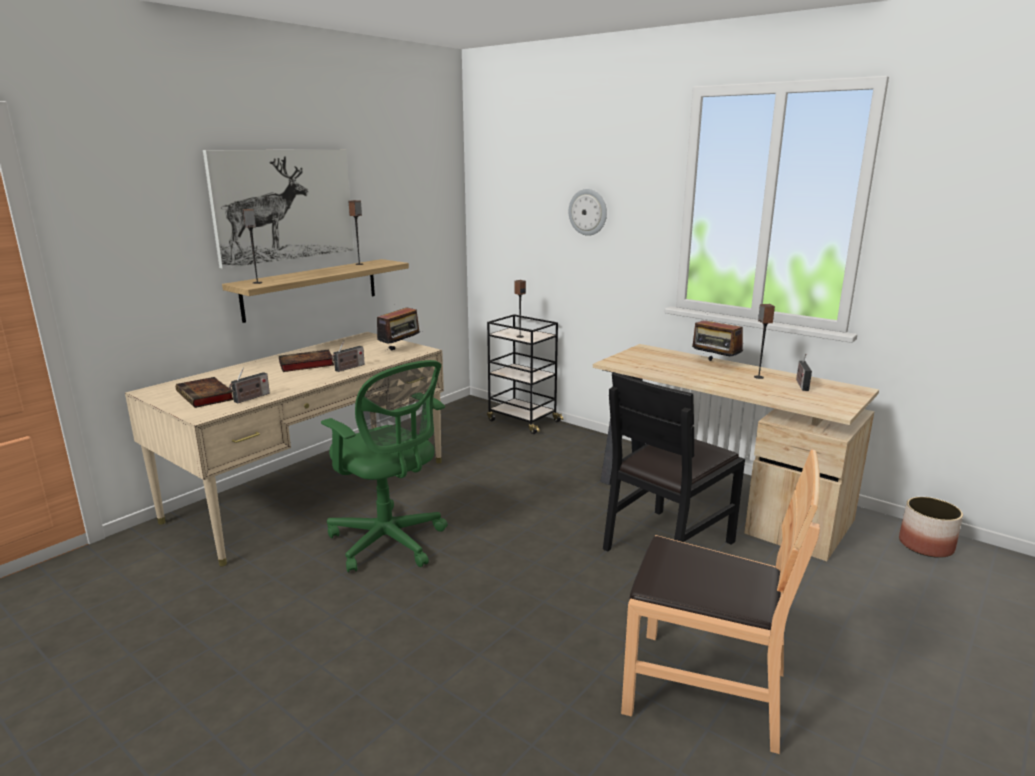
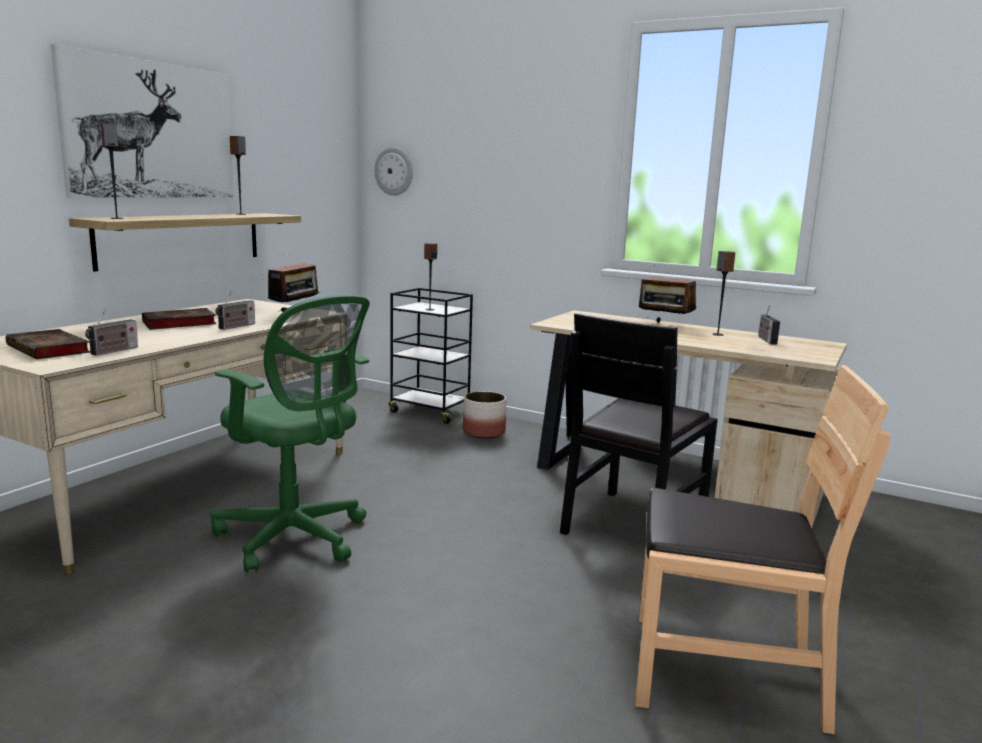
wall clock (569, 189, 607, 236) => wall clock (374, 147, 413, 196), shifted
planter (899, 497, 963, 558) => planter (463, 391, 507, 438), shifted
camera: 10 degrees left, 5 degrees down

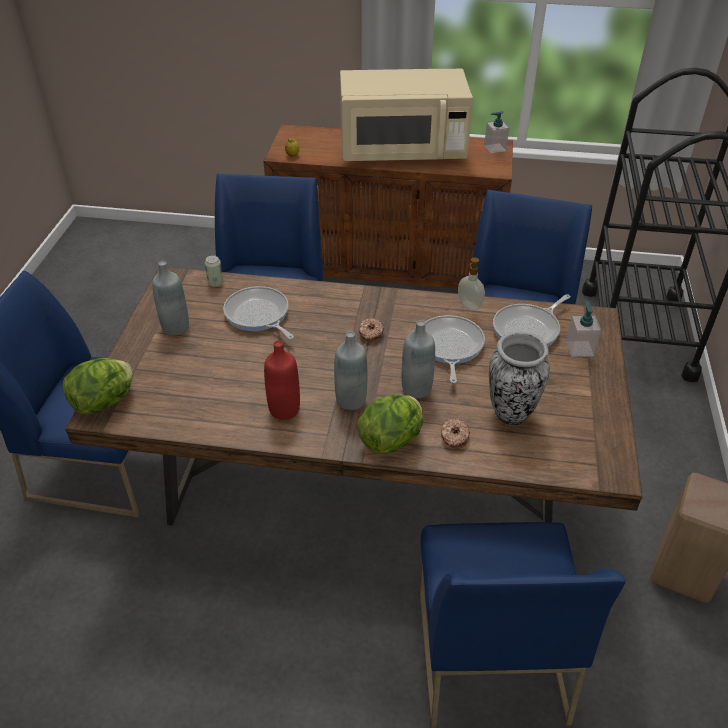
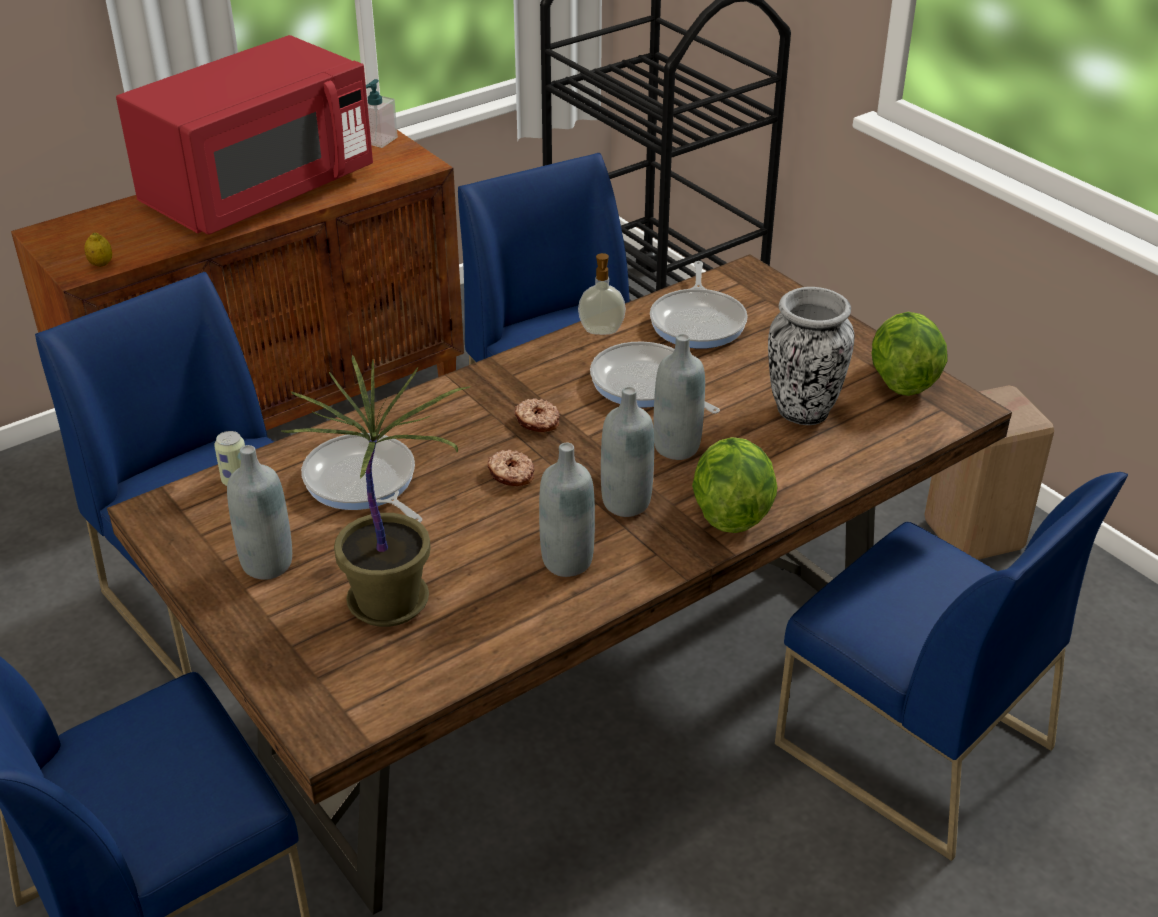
beige-coloured microwave (340, 69, 473, 161) => red-coloured microwave (116, 35, 373, 234)
pan (223, 286, 294, 339) => pan (301, 433, 422, 522), 45 degrees clockwise
soap dispenser (566, 301, 601, 357) => nothing
red-coloured beverage bottle (264, 341, 300, 420) => greyish beverage bottle (539, 443, 595, 577)
lettuce head (63, 358, 133, 415) => lettuce head (872, 312, 948, 396), shifted
doughnut (441, 419, 470, 449) => doughnut (487, 450, 534, 487), shifted
nothing => plant in a pot (281, 355, 471, 627)
camera: 45 degrees left, 5 degrees down

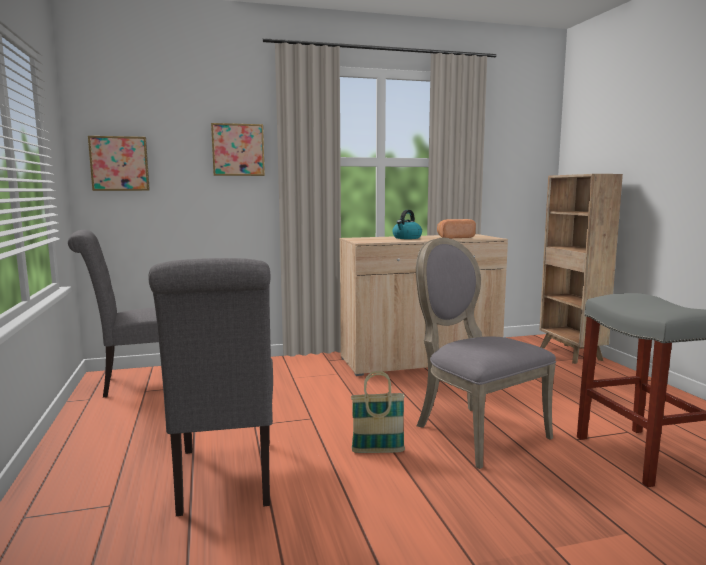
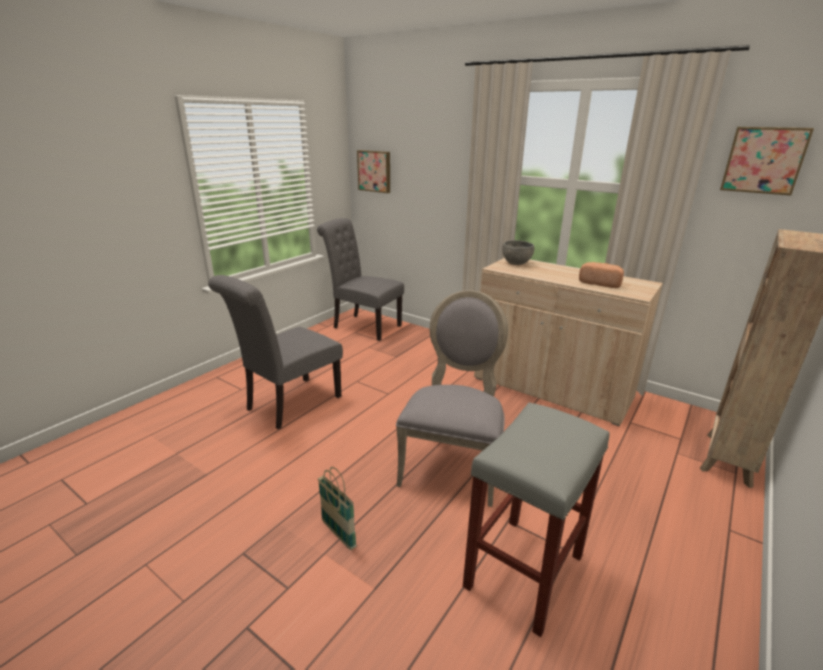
wall picture (211, 123, 265, 176) => wall picture (720, 127, 814, 196), shifted
tea kettle (392, 210, 422, 239) => nothing
storage basket (351, 371, 405, 453) => storage basket (318, 467, 357, 550), shifted
nothing => greyish bowl (502, 240, 534, 265)
camera: 50 degrees right, 15 degrees up

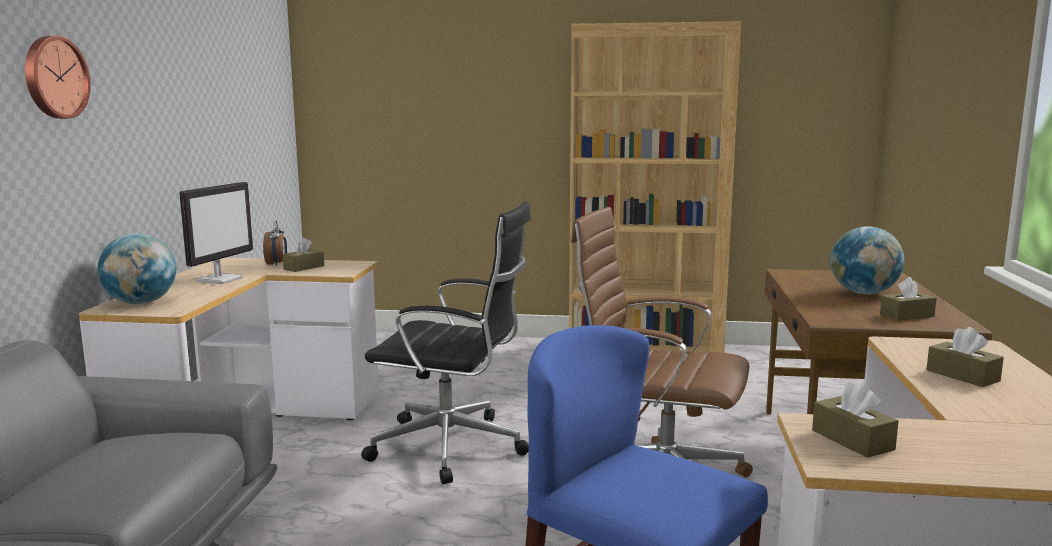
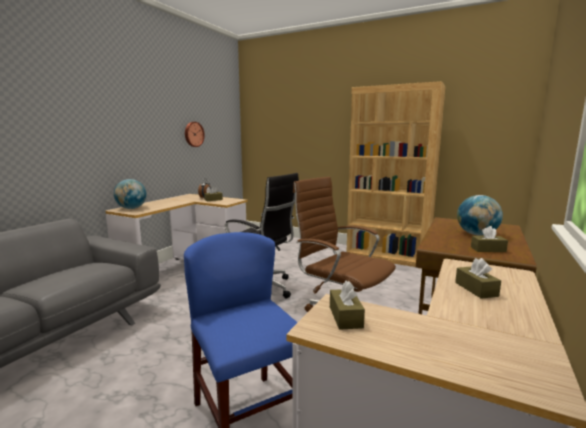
wall clock (25, 36, 91, 119) => wall clock (185, 122, 205, 147), shifted
computer screen (179, 182, 253, 284) => nothing
camera: 20 degrees right, 0 degrees up

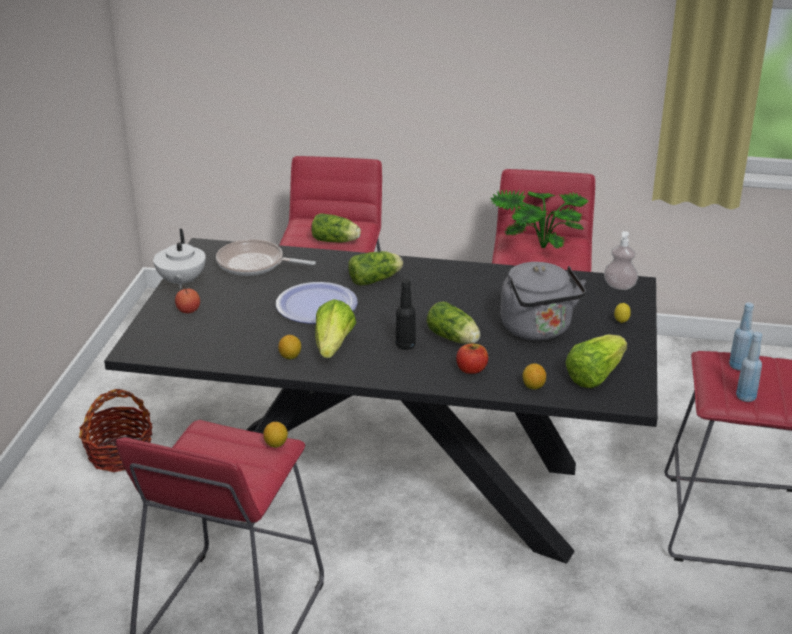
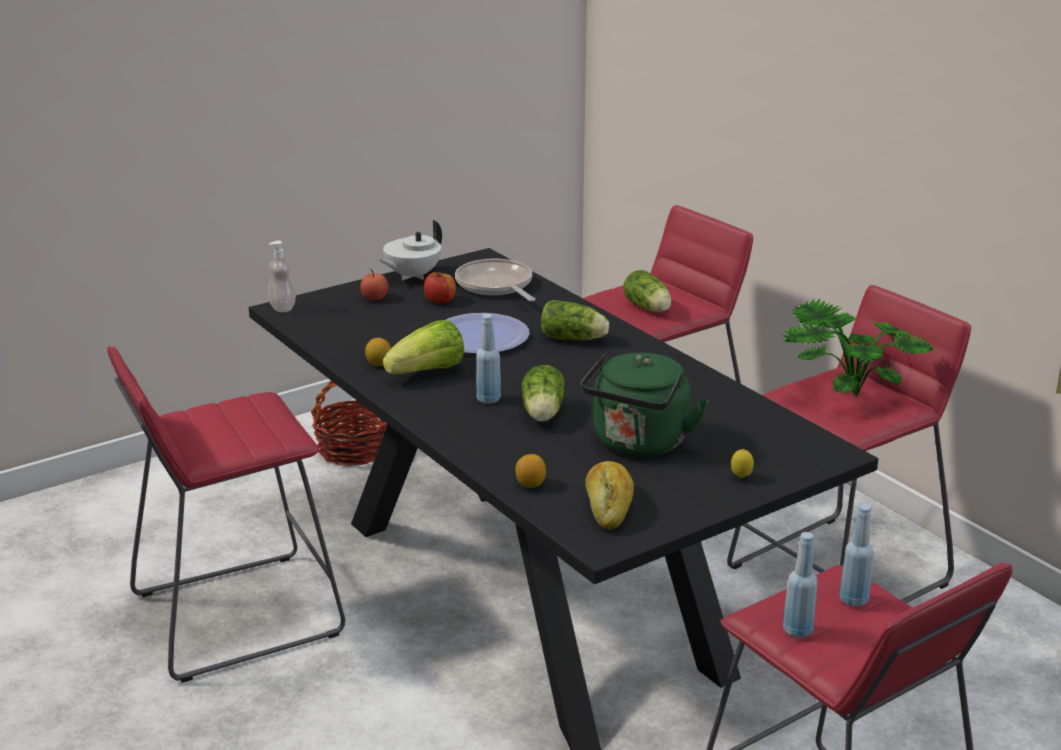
soap dispenser (604, 231, 638, 290) => soap dispenser (268, 241, 296, 312), shifted
greyish tea kettle (500, 262, 586, 341) => greenish tea kettle (581, 353, 709, 456)
black beverage bottle (396, 279, 416, 350) => blue-coloured beverage bottle (476, 314, 501, 404)
lettuce head (565, 335, 627, 388) => bread (585, 461, 634, 530)
whole apple (456, 344, 488, 374) => whole apple (424, 272, 456, 304), shifted
citrus fruit (263, 422, 288, 448) => nothing
camera: 45 degrees right, 5 degrees down

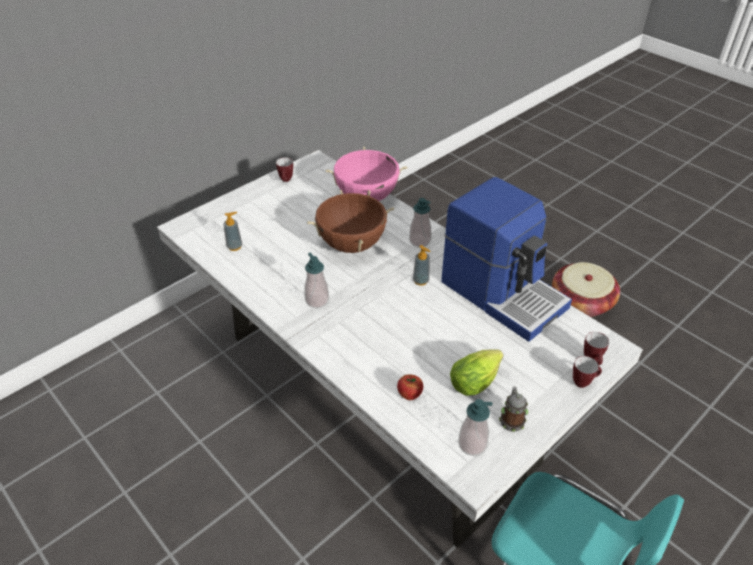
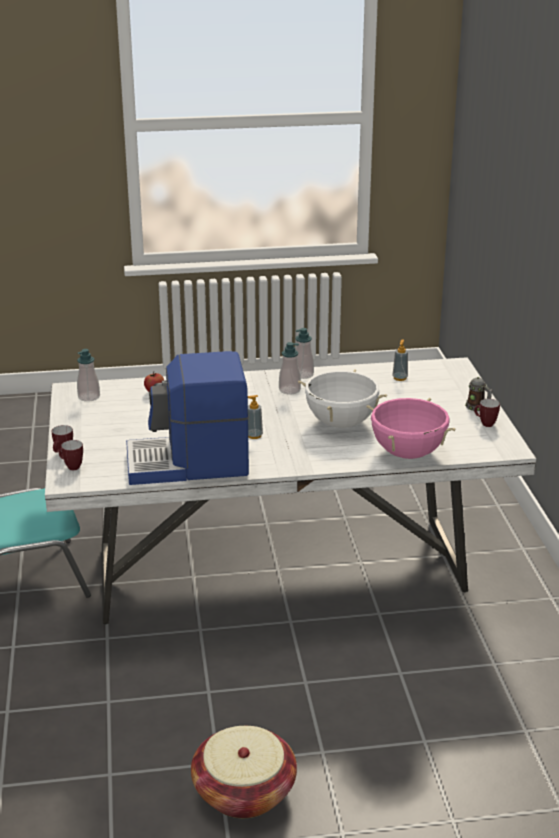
brown stockpot (307, 190, 394, 253) => white-coloured stockpot (298, 369, 387, 428)
soap dispenser (409, 198, 431, 247) => soap dispenser (295, 328, 314, 379), shifted
lettuce head (450, 349, 503, 396) => nothing
tea mug (499, 387, 528, 432) => tea mug (465, 377, 493, 411), shifted
camera: 125 degrees right, 15 degrees down

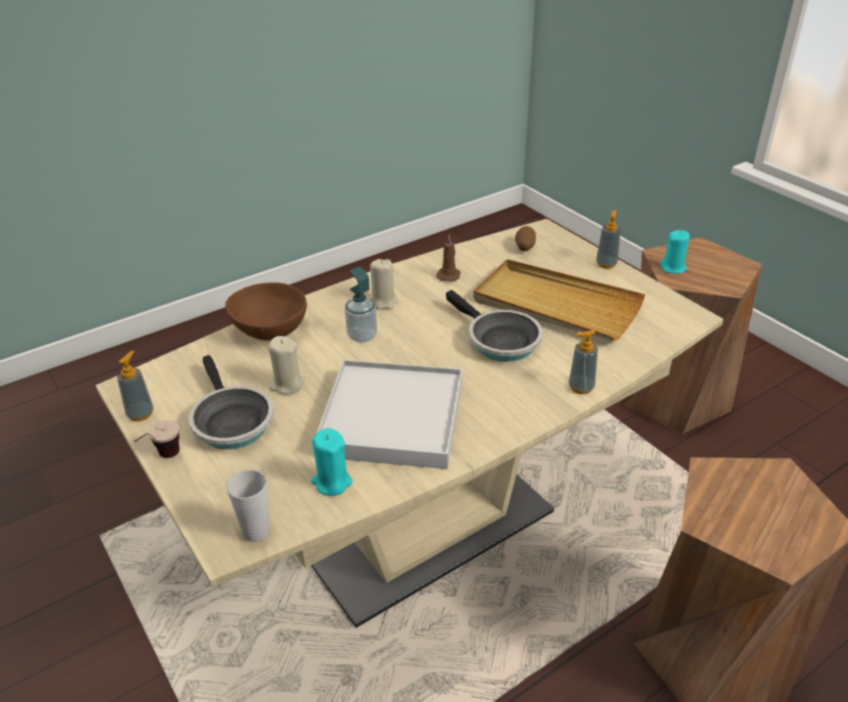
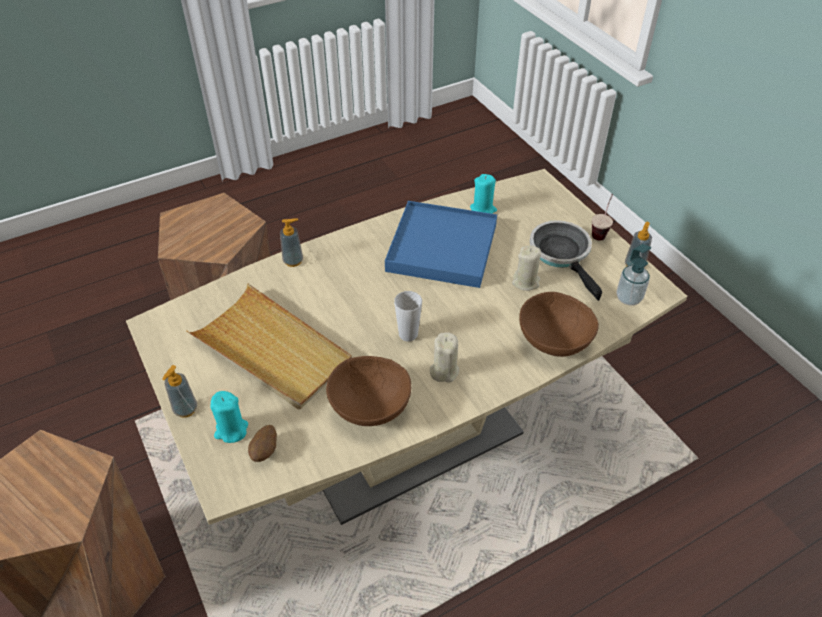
turquoise-coloured candle (660, 230, 690, 274) => turquoise-coloured candle (210, 391, 248, 443), shifted
brown candle (436, 235, 461, 282) => brown bowl (326, 356, 411, 426)
soap dispenser (345, 267, 377, 343) => soap dispenser (616, 244, 651, 306), shifted
pan (446, 290, 543, 362) => nothing
white-coloured serving tray (316, 360, 462, 469) => blue-coloured serving tray (385, 201, 497, 288)
drinking cup (226, 469, 270, 542) => drinking cup (394, 291, 422, 341), shifted
camera: 175 degrees left, 10 degrees up

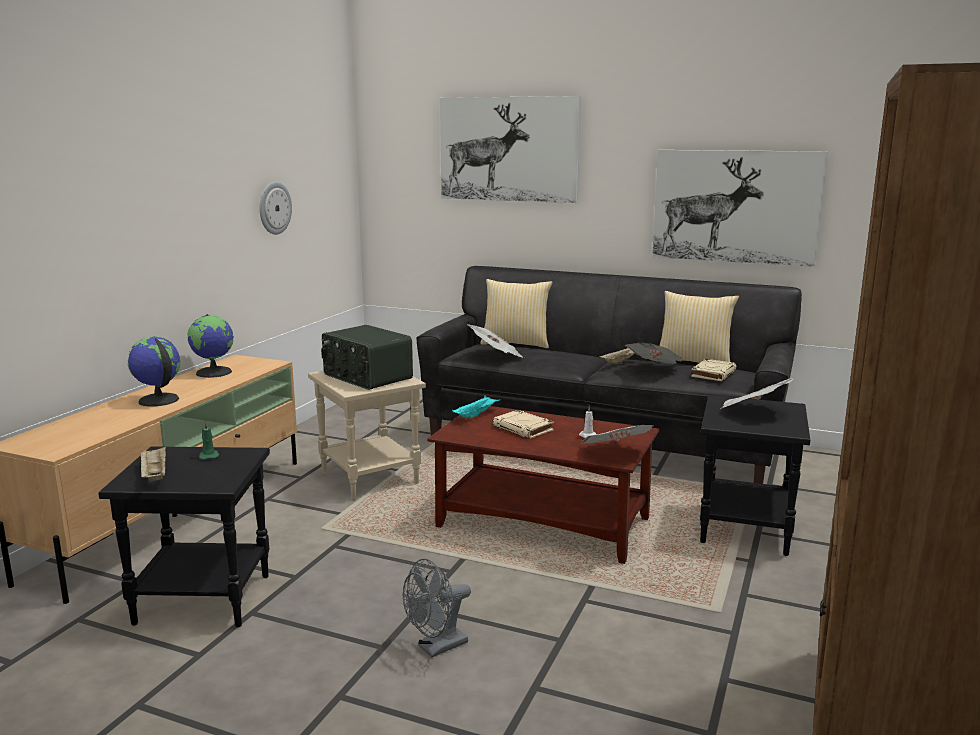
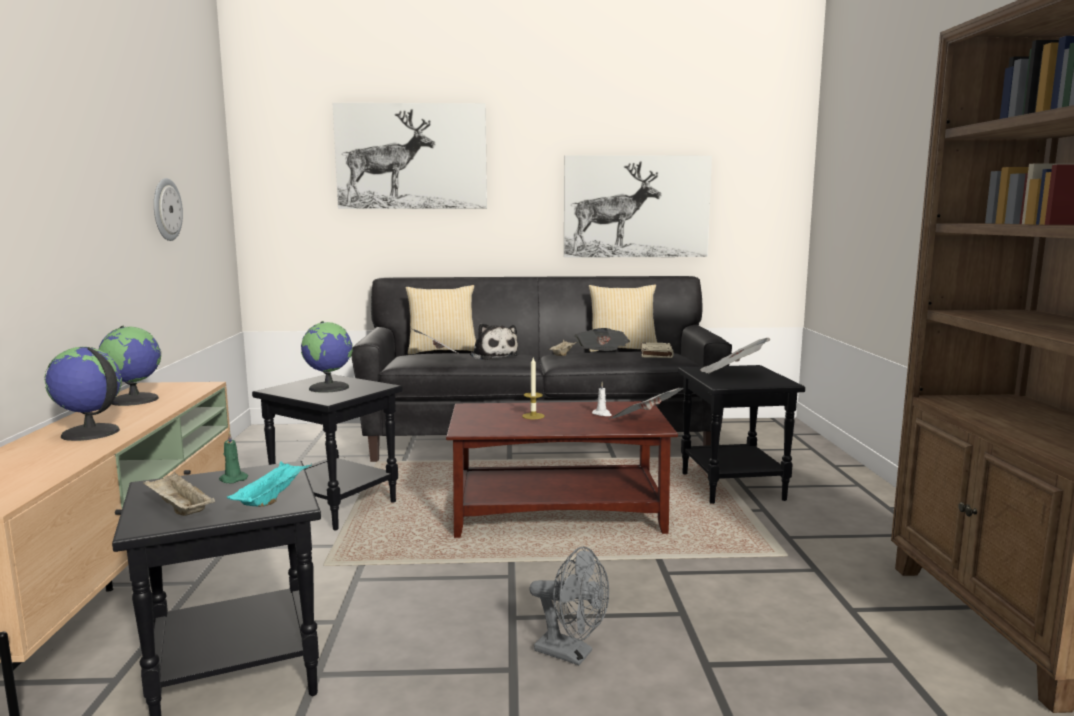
radio (321, 325, 413, 390) => world globe (301, 321, 353, 393)
beige-coloured accent table (308, 371, 426, 500) => black accent table (252, 374, 403, 530)
turquoise-coloured serving tray (452, 395, 499, 419) => turquoise-coloured serving tray (227, 461, 312, 507), shifted
beige-coloured bound book (492, 410, 554, 439) => candle (522, 358, 545, 419)
greyish fan (403, 558, 471, 658) => greyish fan (529, 546, 609, 665), 90 degrees counterclockwise
nothing => soft toy (470, 323, 519, 360)
camera: 25 degrees left, 5 degrees down

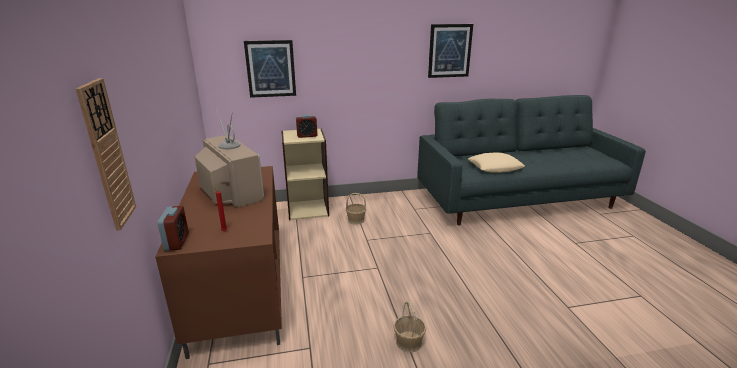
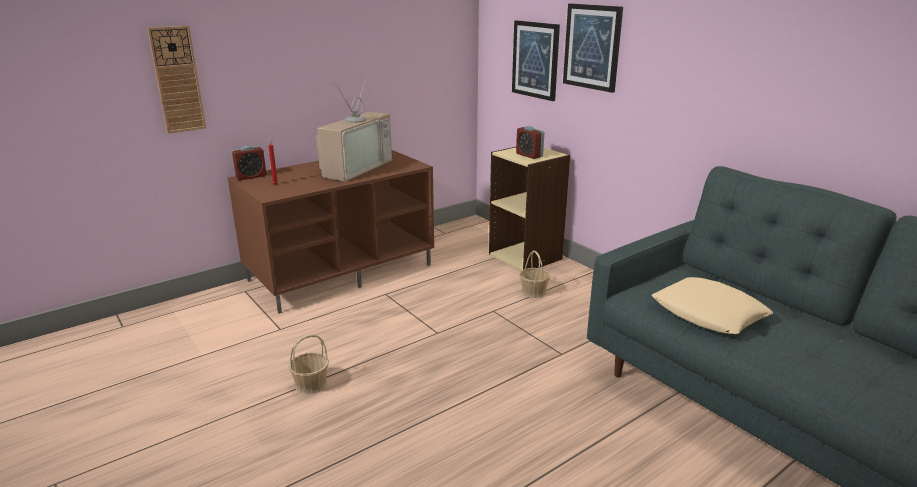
wall picture (428, 24, 473, 78) => wall picture (563, 4, 623, 93), shifted
camera: 65 degrees right, 0 degrees up

